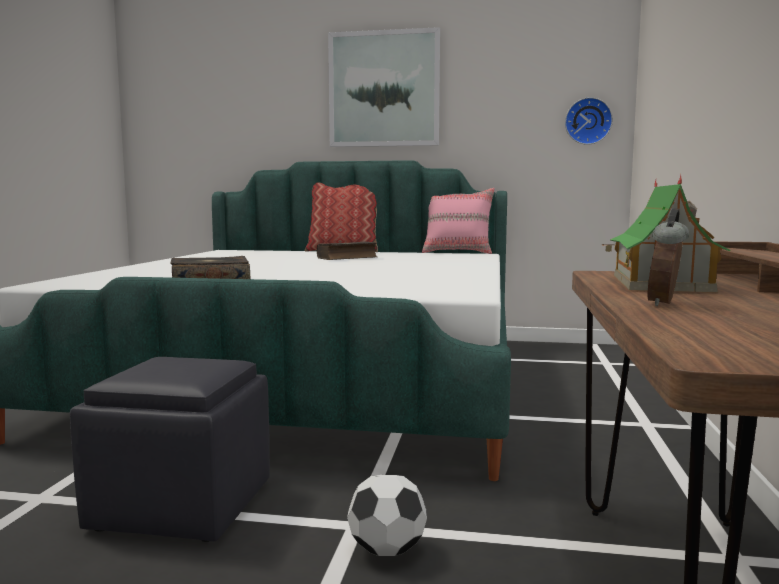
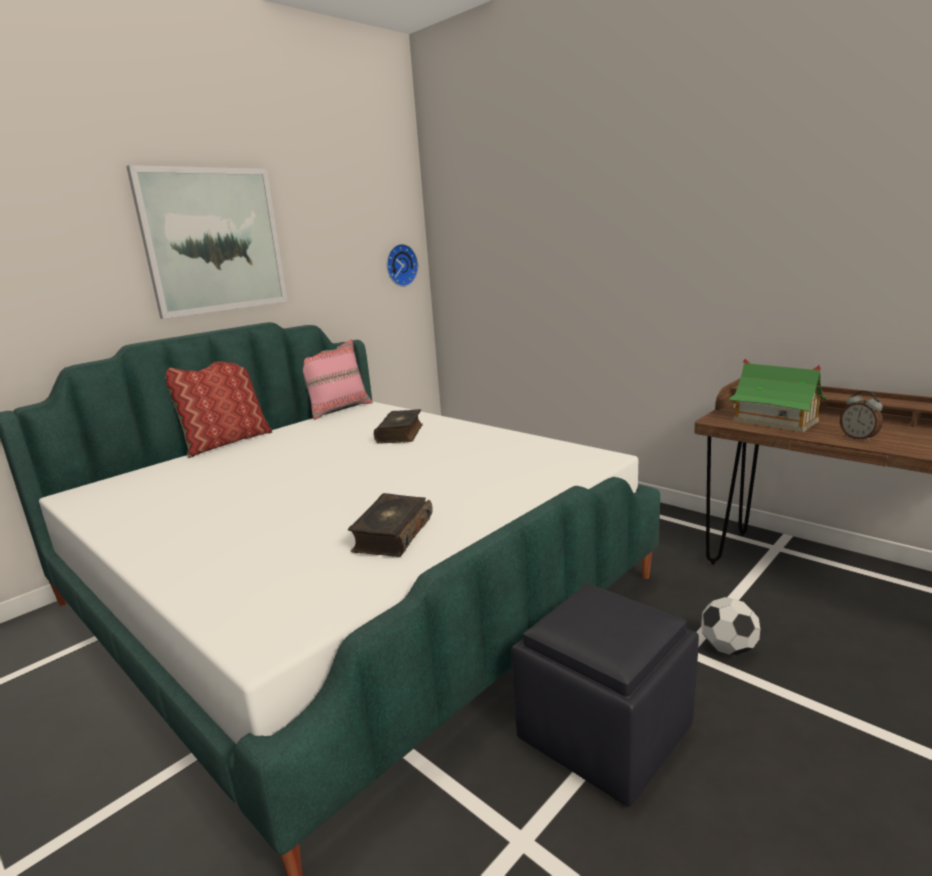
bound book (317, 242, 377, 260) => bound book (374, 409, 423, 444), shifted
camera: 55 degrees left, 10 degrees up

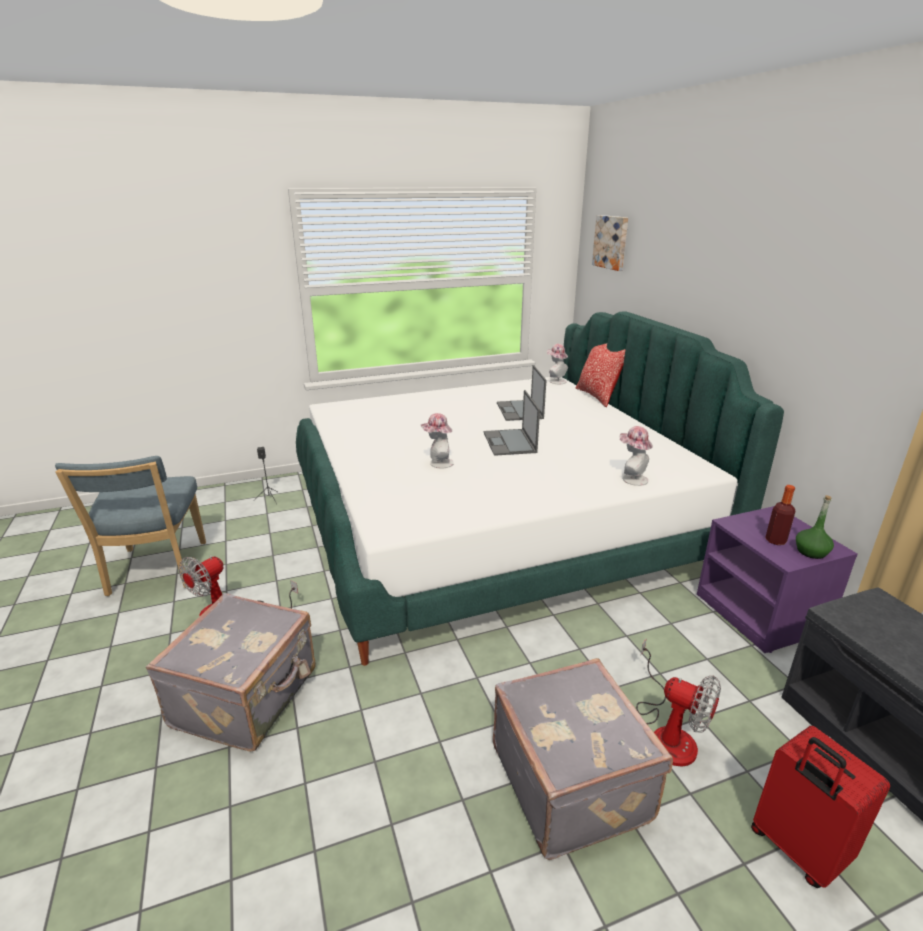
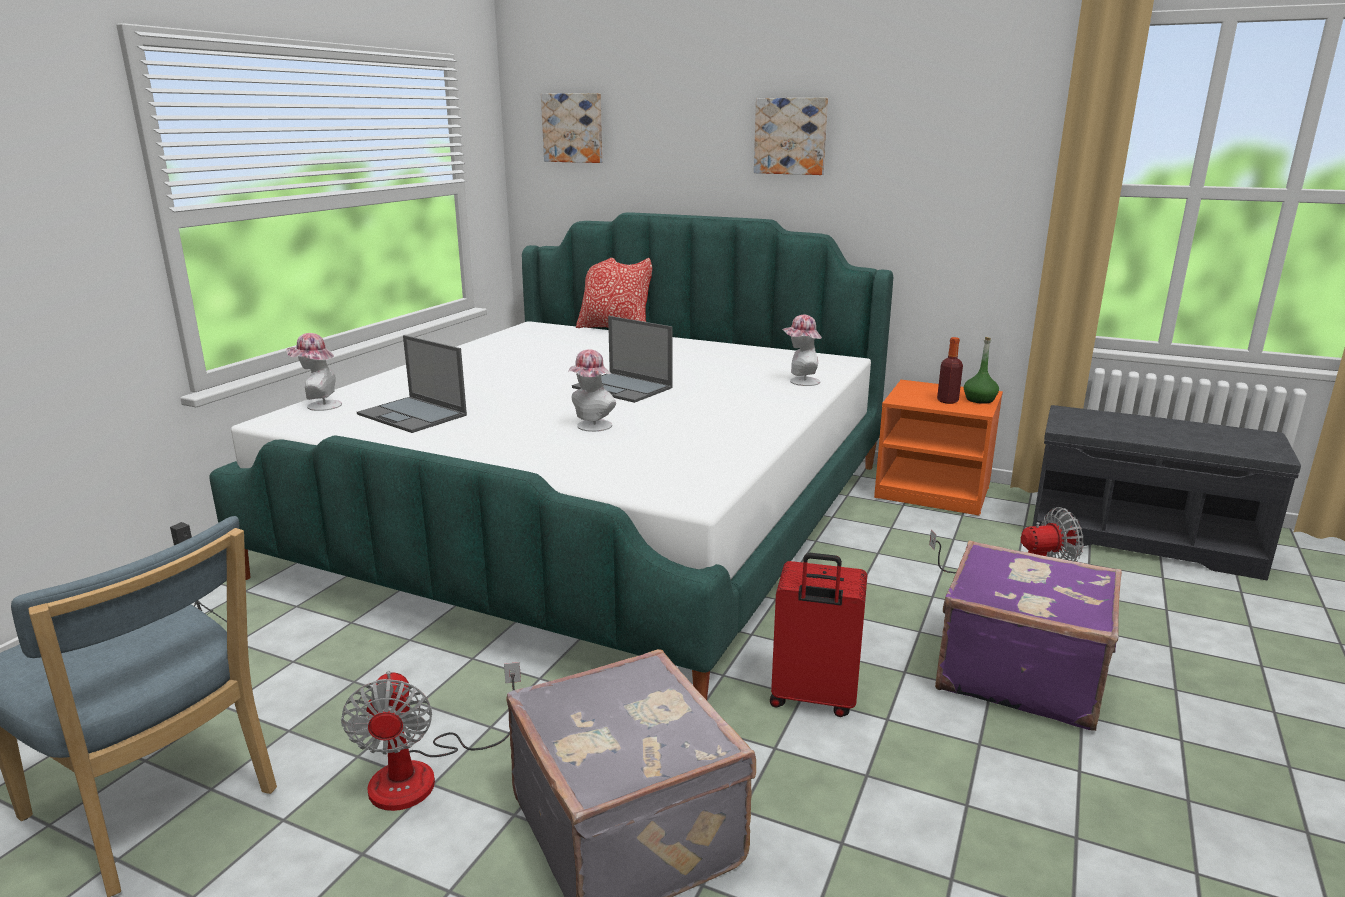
clothing hat (547, 344, 568, 384) => clothing hat (286, 333, 342, 411), shifted
notebook computer (497, 365, 546, 421) => notebook computer (357, 335, 467, 433), shifted
purplish night table (697, 506, 858, 653) => orange-coloured night table (874, 380, 1003, 516)
greyish suitcase (493, 658, 673, 860) => purplish suitcase (935, 540, 1122, 731)
red-coloured suitcase (751, 726, 890, 888) => red-coloured suitcase (770, 553, 867, 717), shifted
nothing => wall picture (754, 98, 828, 175)
camera: 45 degrees left, 5 degrees down

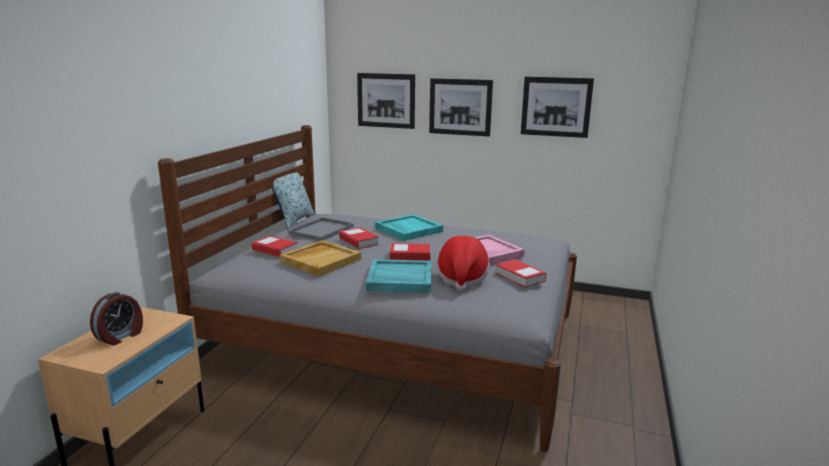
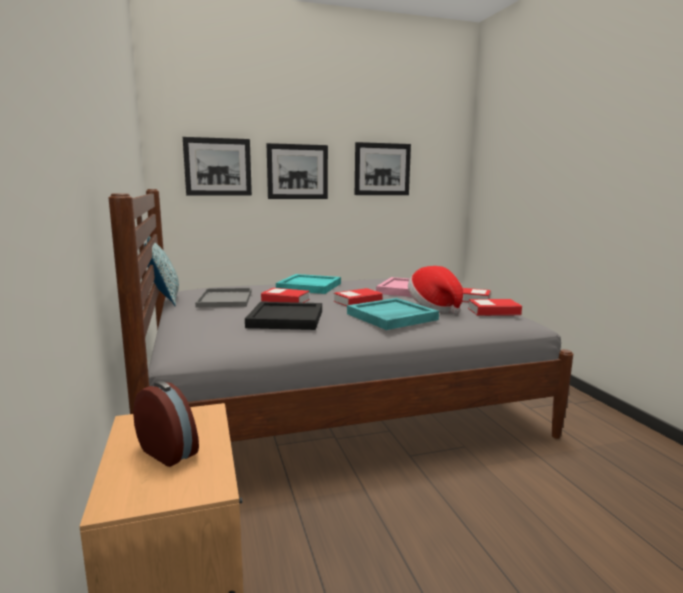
bound book (252, 236, 298, 257) => bound book (468, 299, 522, 316), shifted
beige-coloured serving tray (279, 240, 361, 276) => black serving tray (245, 302, 322, 330)
alarm clock (90, 292, 143, 346) => alarm clock (133, 381, 199, 467), 45 degrees counterclockwise
camera: 35 degrees left, 5 degrees down

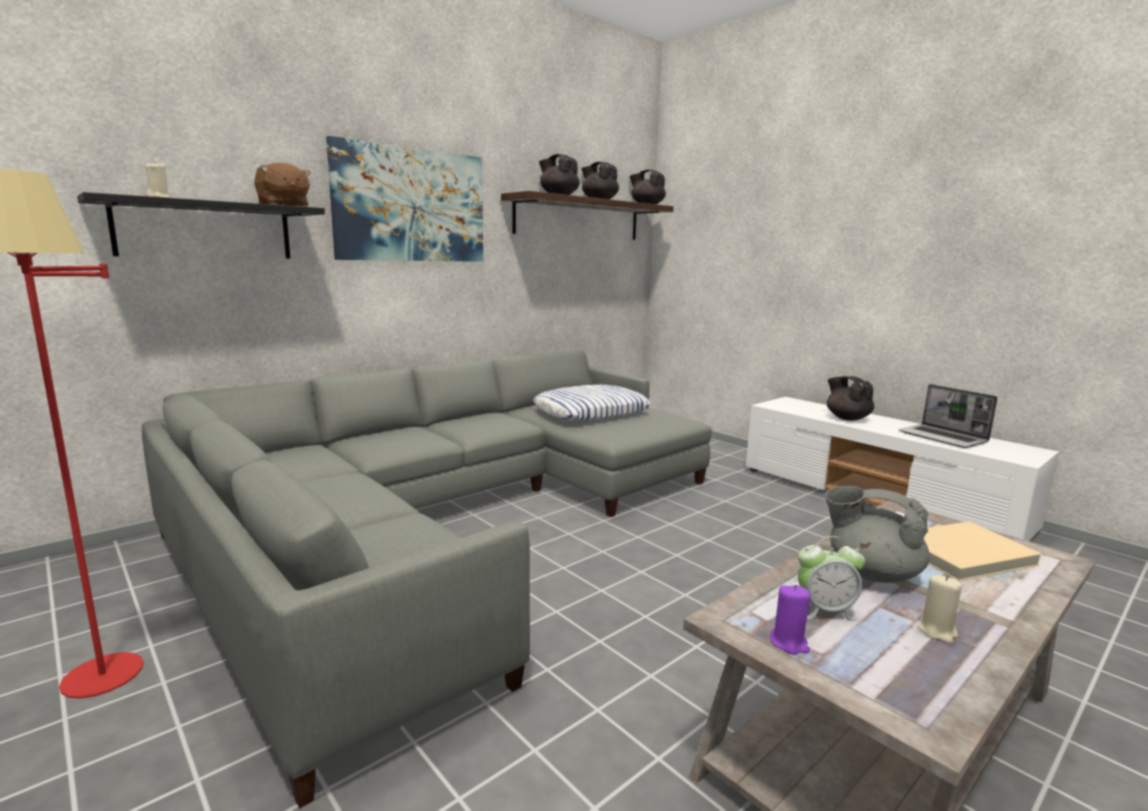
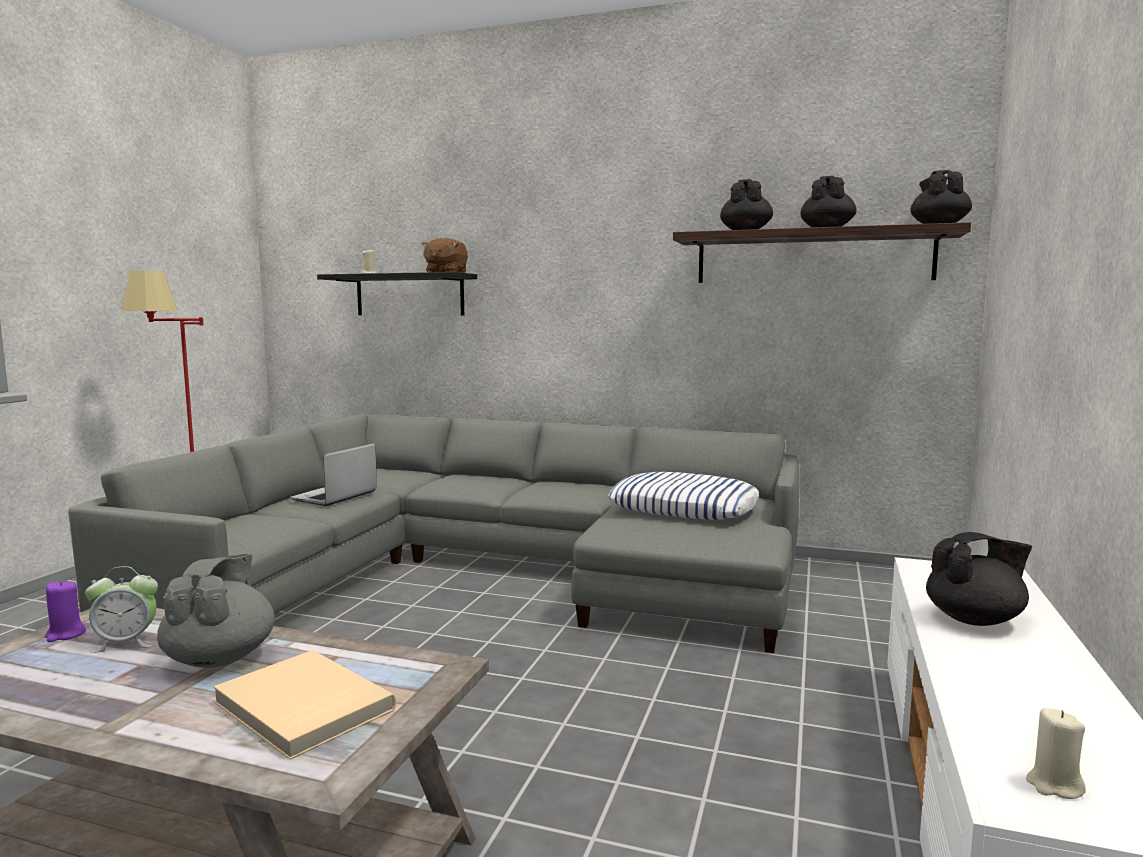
wall picture (326, 136, 483, 262) => nothing
black teapot (827, 376, 874, 421) => black teapot (926, 532, 1032, 626), 45 degrees clockwise
notebook computer (899, 384, 998, 448) => notebook computer (290, 443, 377, 506), shifted
alarm clock (798, 536, 865, 621) => alarm clock (85, 566, 158, 653), 75 degrees counterclockwise
beige-coloured candle (917, 575, 962, 643) => beige-coloured candle (1026, 708, 1086, 799), shifted
camera: 60 degrees right, 5 degrees down

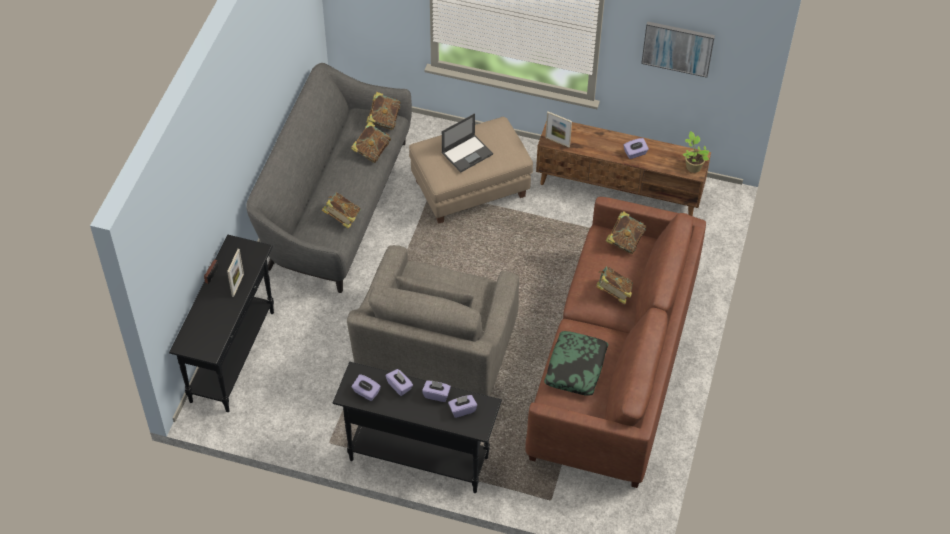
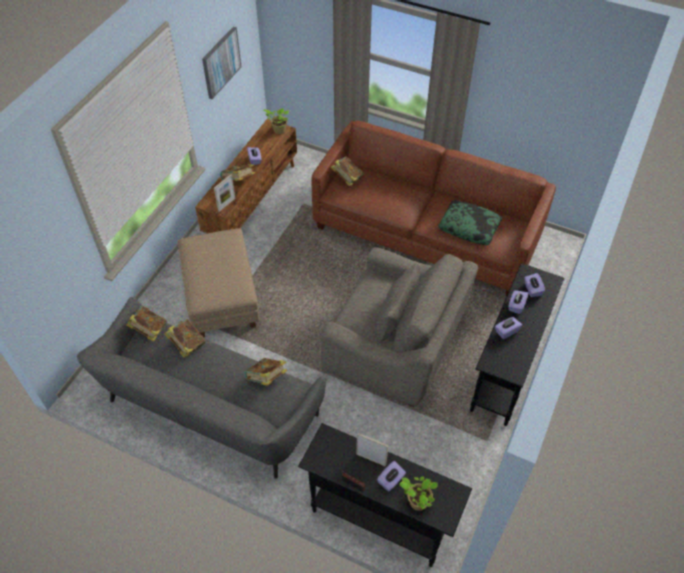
notebook computer (442, 113, 493, 172) => nothing
bound book (596, 266, 633, 304) => bound book (220, 164, 255, 181), shifted
purplish tissue holder (352, 374, 381, 401) => purplish tissue holder (377, 461, 406, 492), shifted
nothing => plant in a pot (399, 476, 438, 511)
camera: 80 degrees left, 0 degrees up

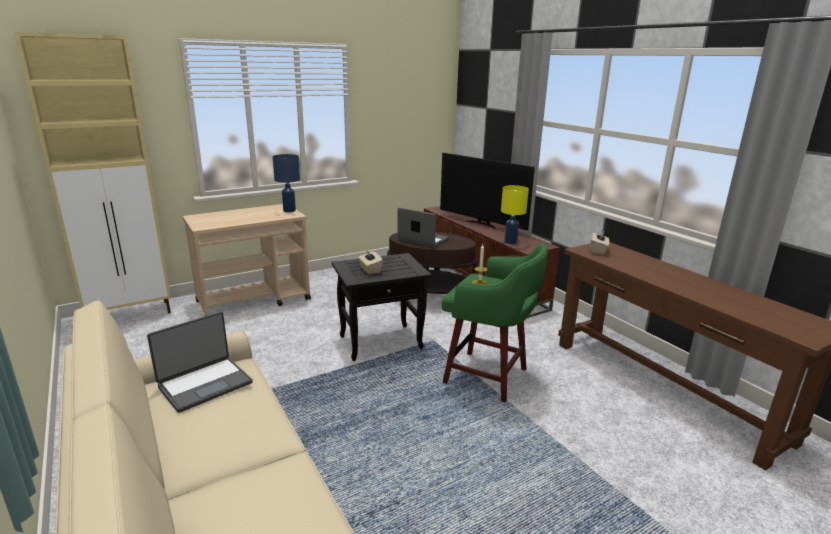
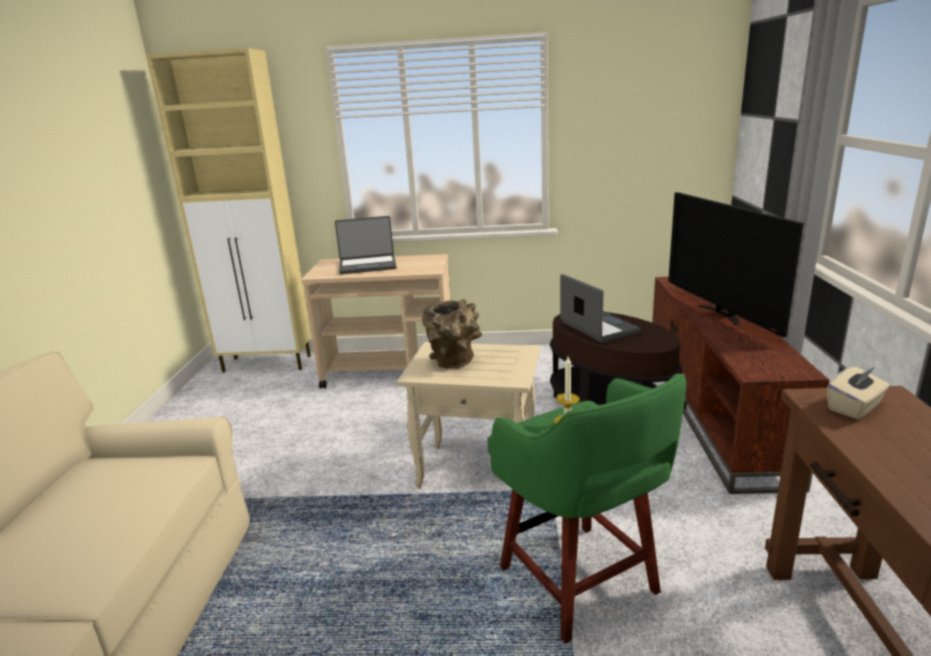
blue-coloured table lamp (273, 154, 300, 212) => nothing
yellowish table lamp (501, 185, 529, 244) => nothing
beige-coloured tissue holder (358, 251, 383, 274) => brown vase (422, 299, 482, 369)
black accent table (332, 253, 431, 361) => beige-coloured accent table (397, 342, 540, 489)
notebook computer (147, 312, 253, 413) => notebook computer (335, 216, 397, 274), shifted
camera: 35 degrees right, 0 degrees up

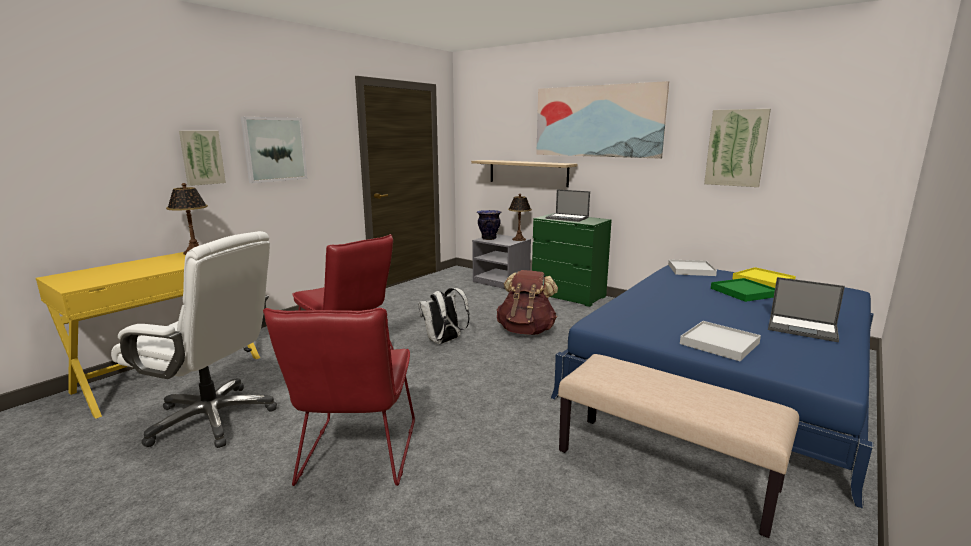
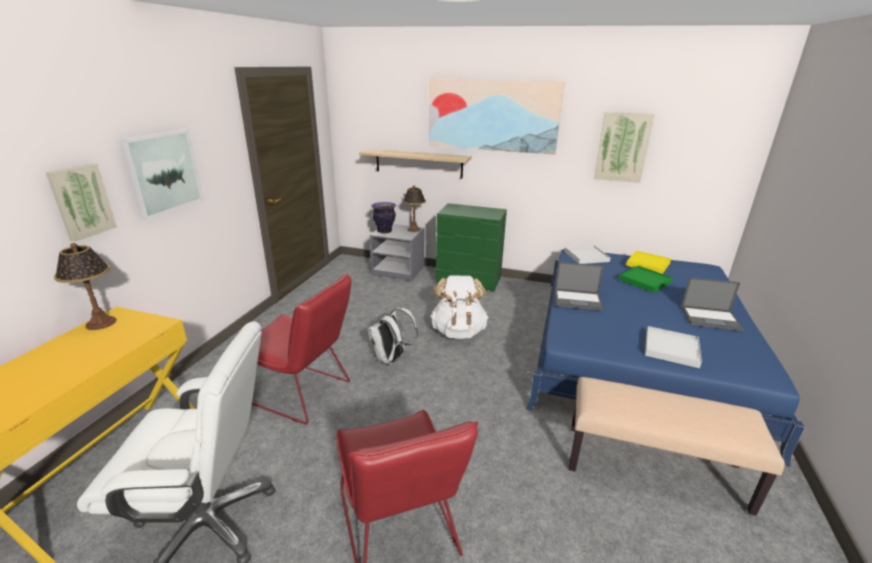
notebook computer (545, 189, 590, 222) => notebook computer (554, 262, 604, 311), shifted
brown backpack (497, 270, 558, 335) => white-coloured backpack (430, 276, 488, 339)
camera: 20 degrees left, 10 degrees up

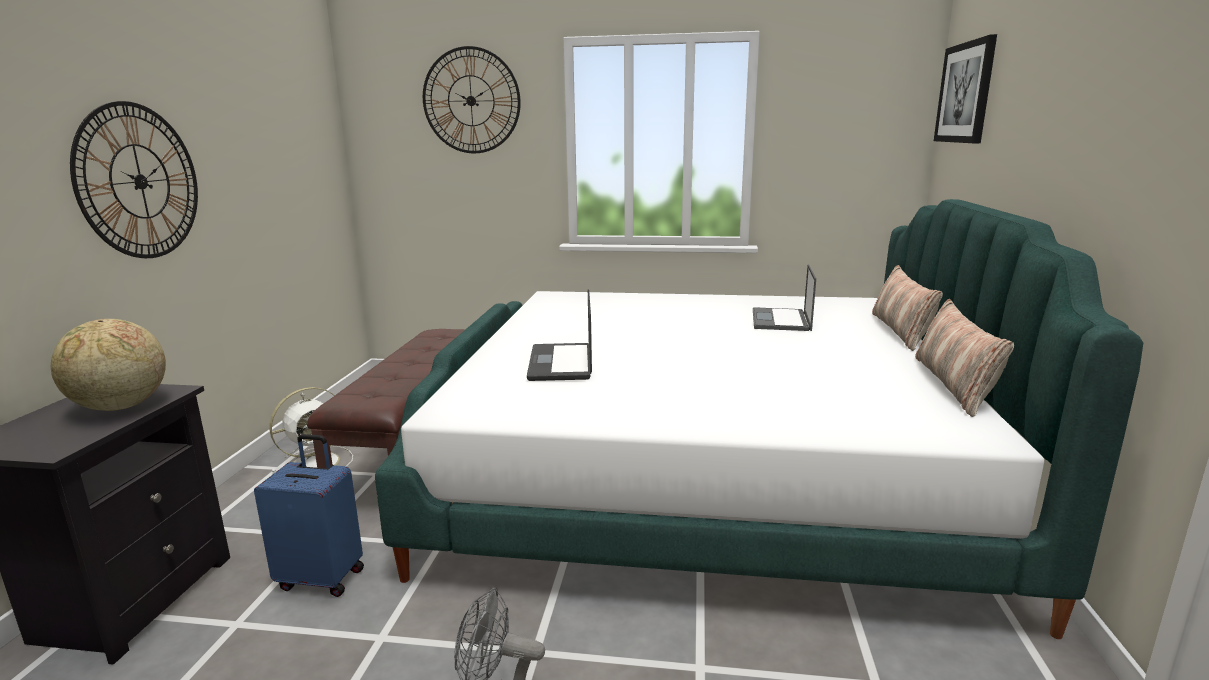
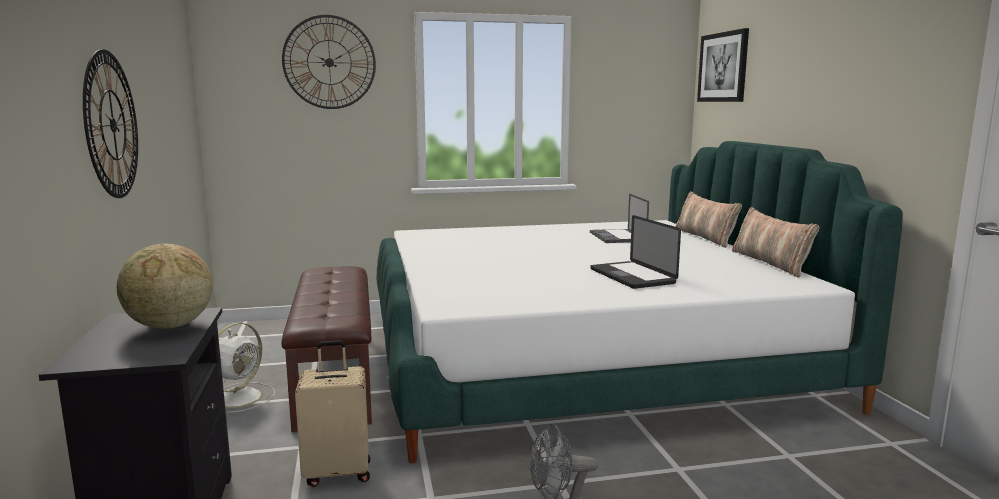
notebook computer (527, 289, 592, 381) => notebook computer (590, 215, 681, 289), shifted
blue-coloured suitcase (254, 434, 364, 597) => beige-coloured suitcase (295, 340, 370, 487)
camera: 20 degrees left, 5 degrees down

